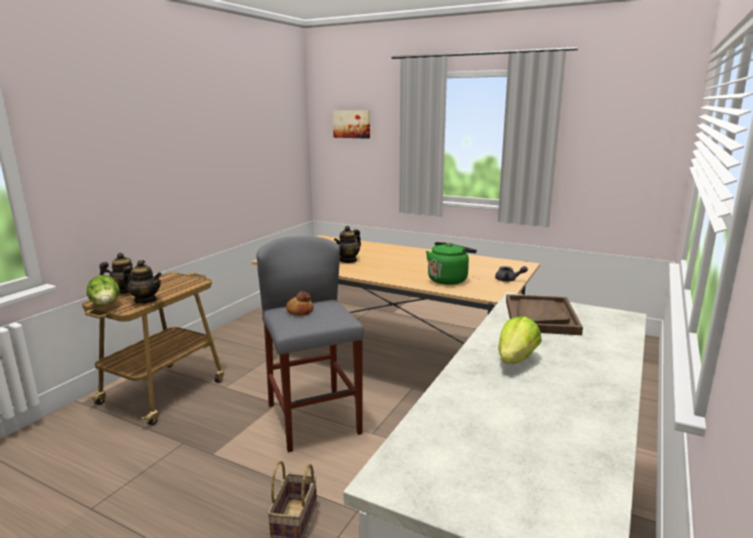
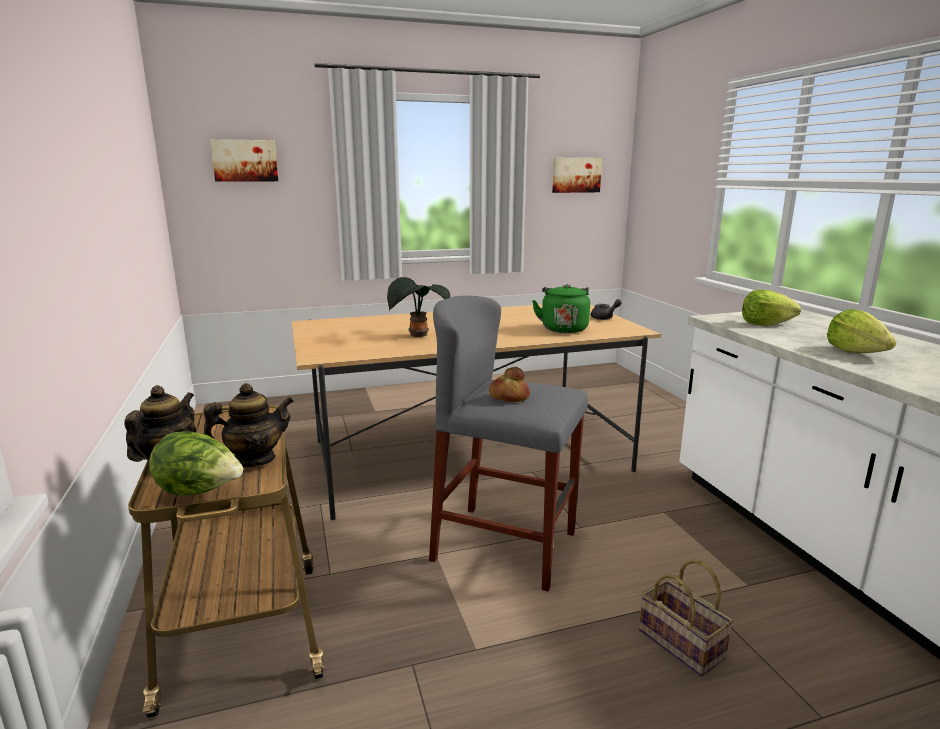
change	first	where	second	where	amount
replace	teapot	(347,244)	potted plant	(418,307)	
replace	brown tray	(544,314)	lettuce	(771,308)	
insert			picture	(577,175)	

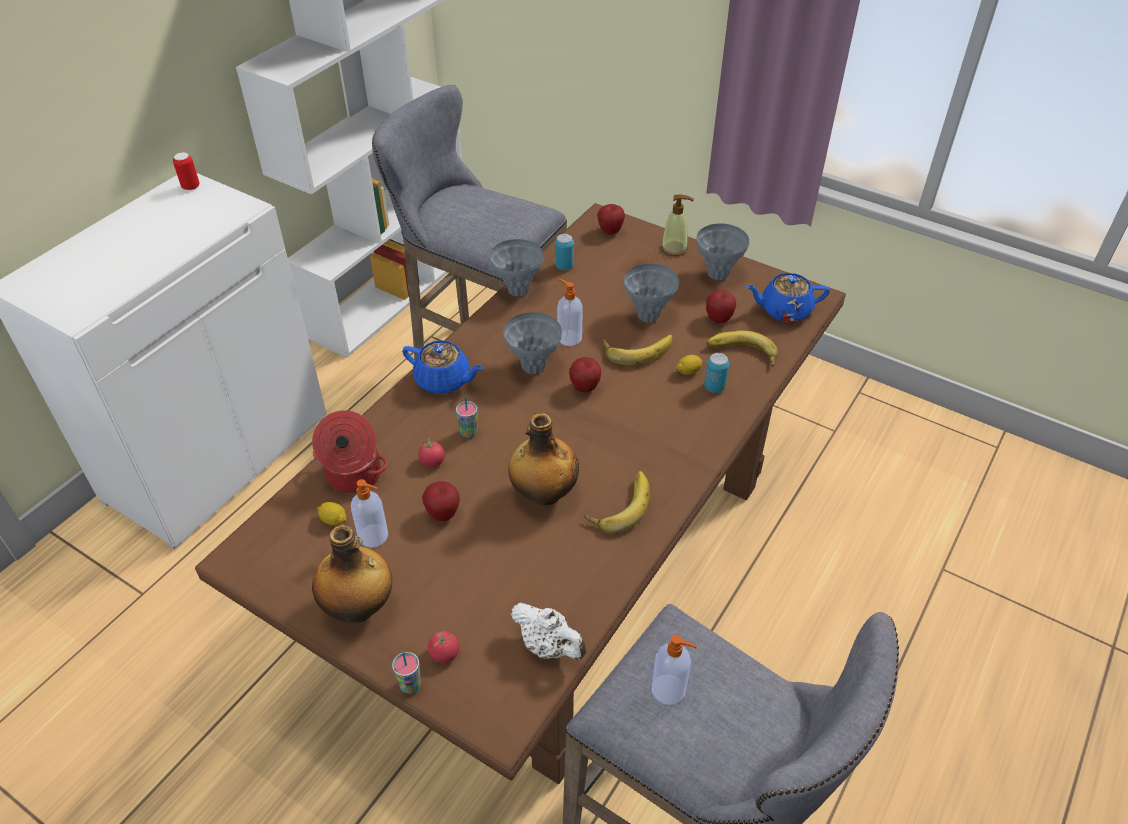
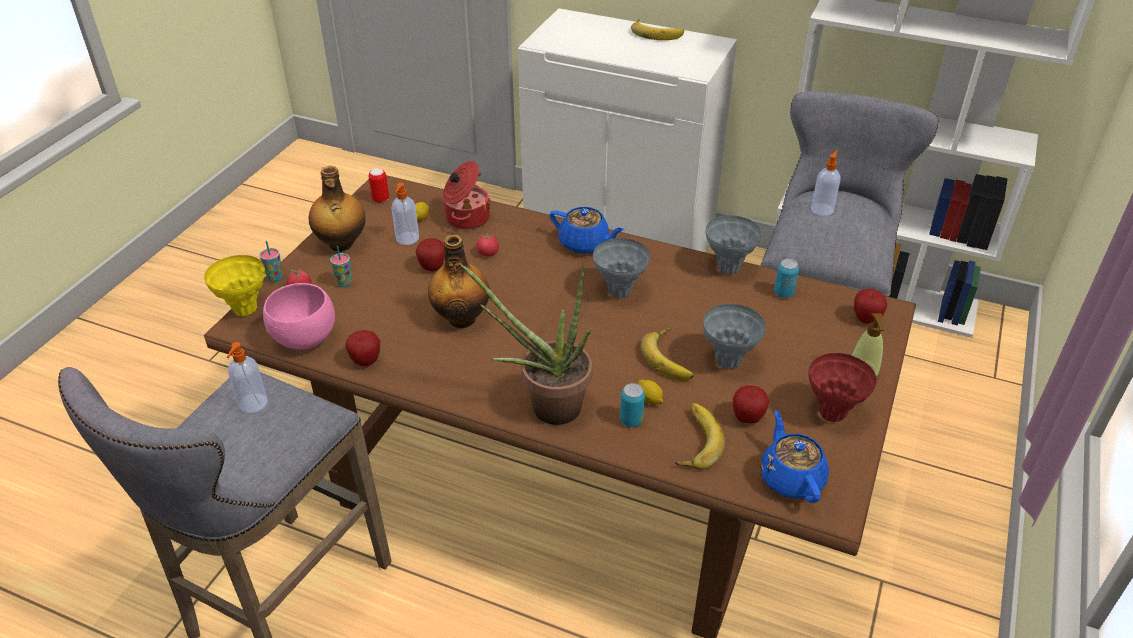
change	first	where	second	where	amount
move	can	(186,171)		(378,185)	
recolor	grey vase	(722,251)	red vase	(842,387)	
move	soap dispenser	(570,312)		(826,183)	
rotate	blue teapot	(443,367)		(587,230)	75 degrees counterclockwise
move	apple	(585,375)		(362,348)	
move	cup	(467,417)		(341,266)	
move	banana	(617,502)		(657,29)	
replace	white teapot	(548,631)	pink bowl	(299,316)	
insert			yellow vase	(234,285)	
insert			potted plant	(526,344)	

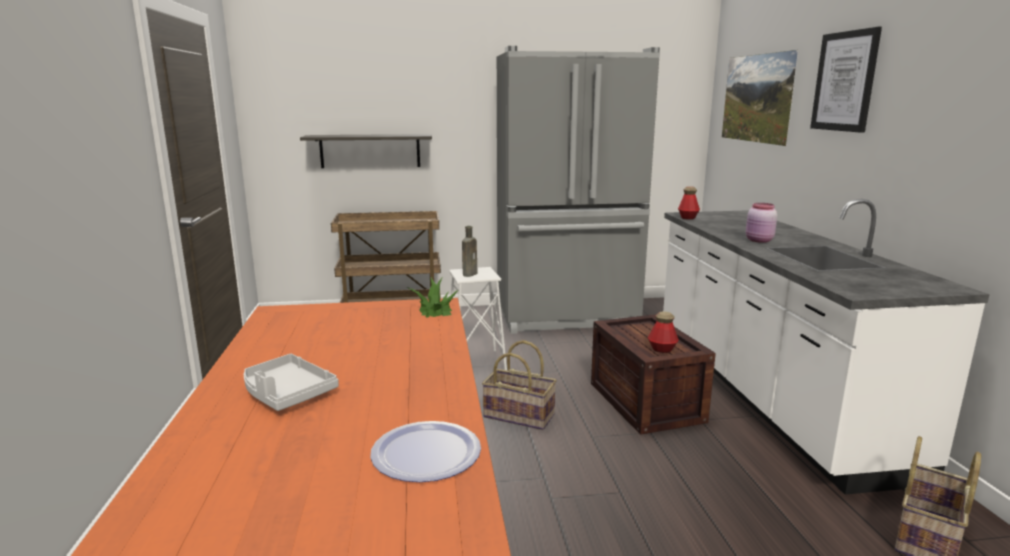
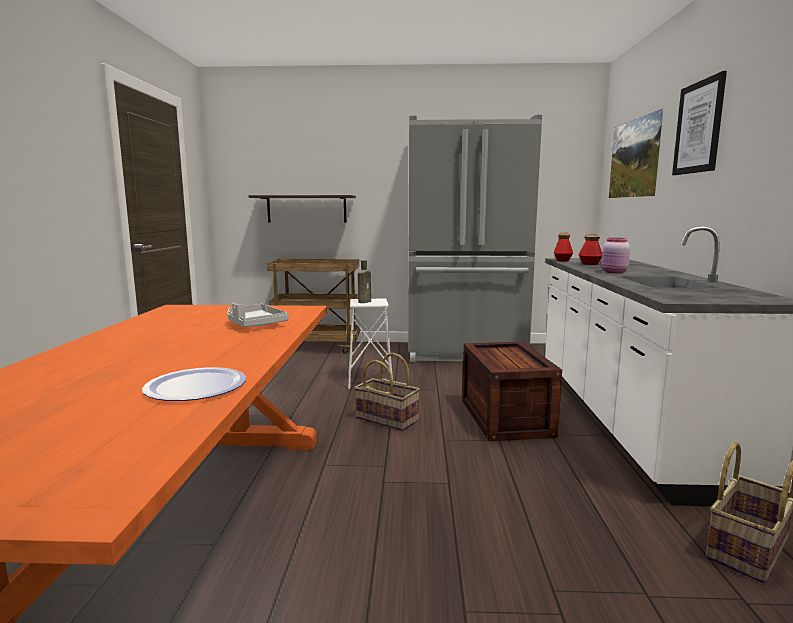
change	first	where	second	where	amount
delete	potted plant	(431,297)			
move	bottle	(663,332)		(590,249)	
move	grey tray	(291,382)		(258,315)	

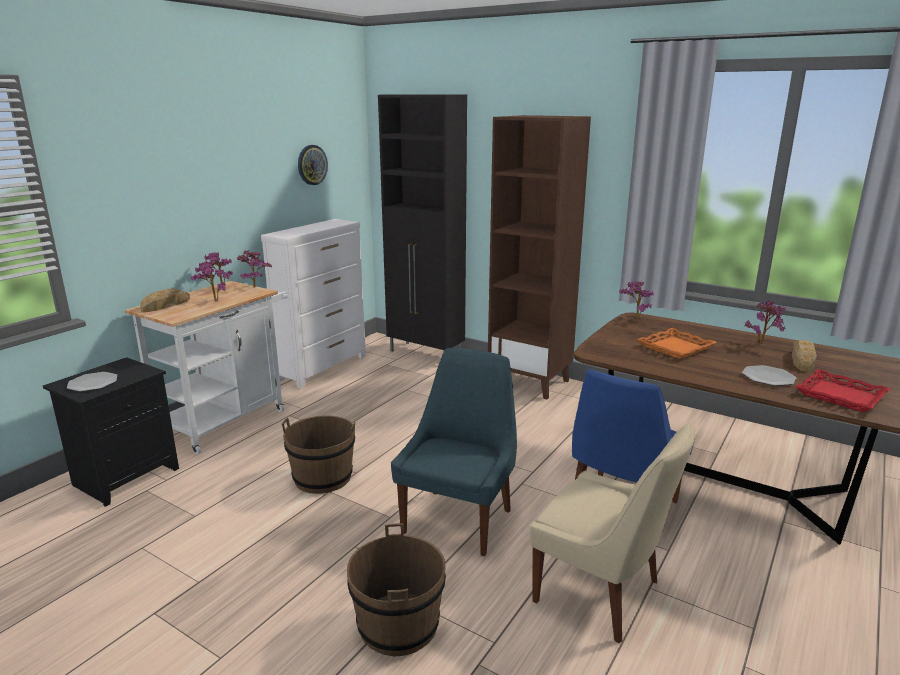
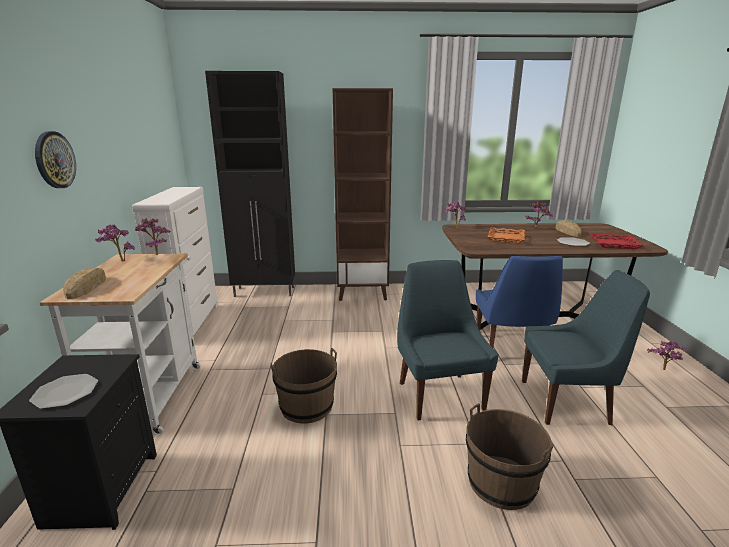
change	first	where	second	where	amount
move	wall clock	(313,165)		(55,159)	
move	potted plant	(208,282)		(666,355)	
recolor	beige chair	(612,533)	blue chair	(586,347)	

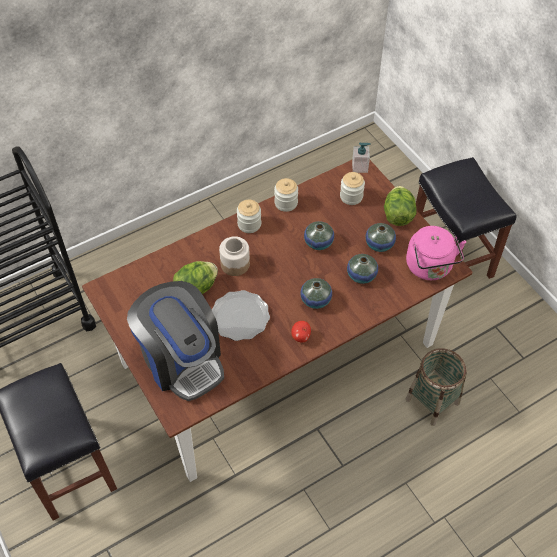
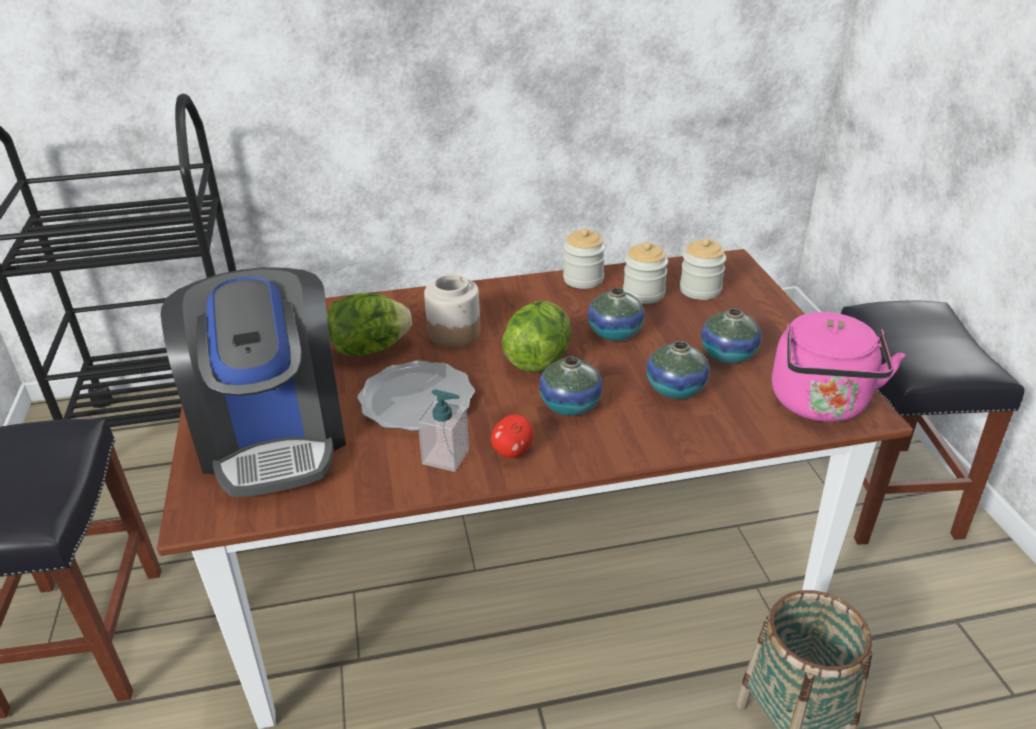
change	first	where	second	where	amount
move	soap dispenser	(361,158)		(443,430)	
move	lettuce	(400,206)		(536,336)	
move	jar	(249,216)		(645,273)	

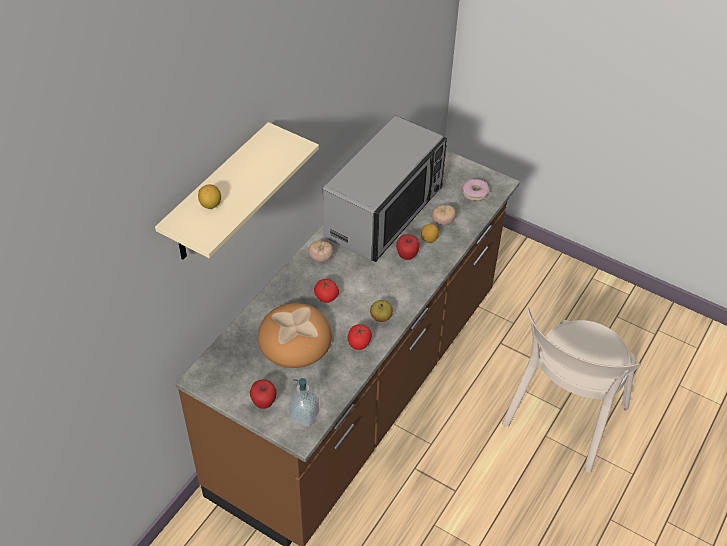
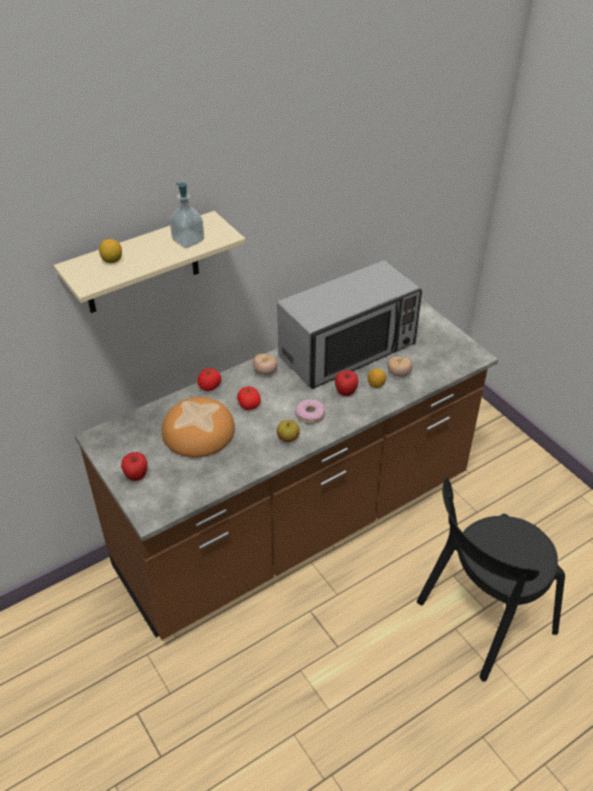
change	first	where	second	where	amount
move	donut	(475,190)		(310,411)	
recolor	beige chair	(571,390)	black chair	(491,580)	
move	tomato	(360,337)		(209,379)	
move	soap dispenser	(303,402)		(186,215)	

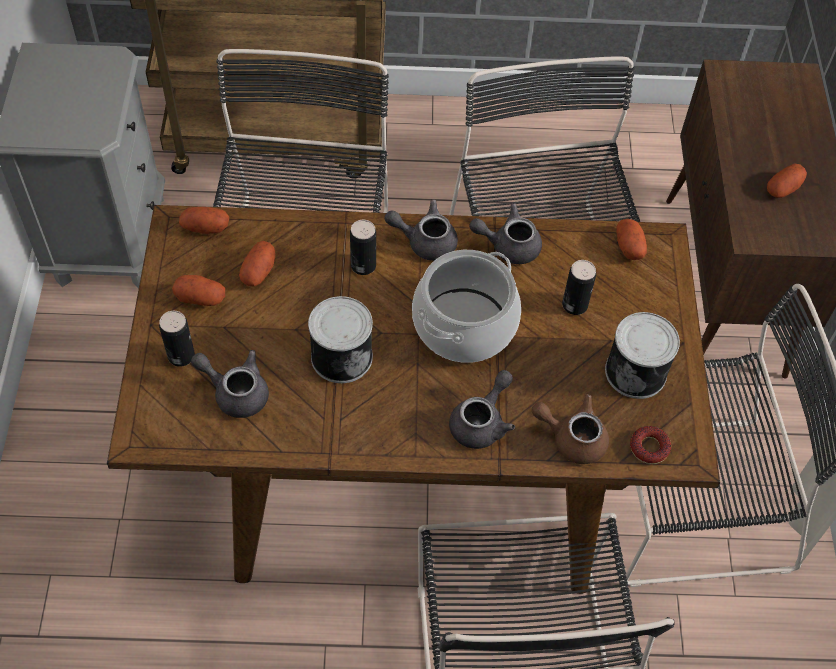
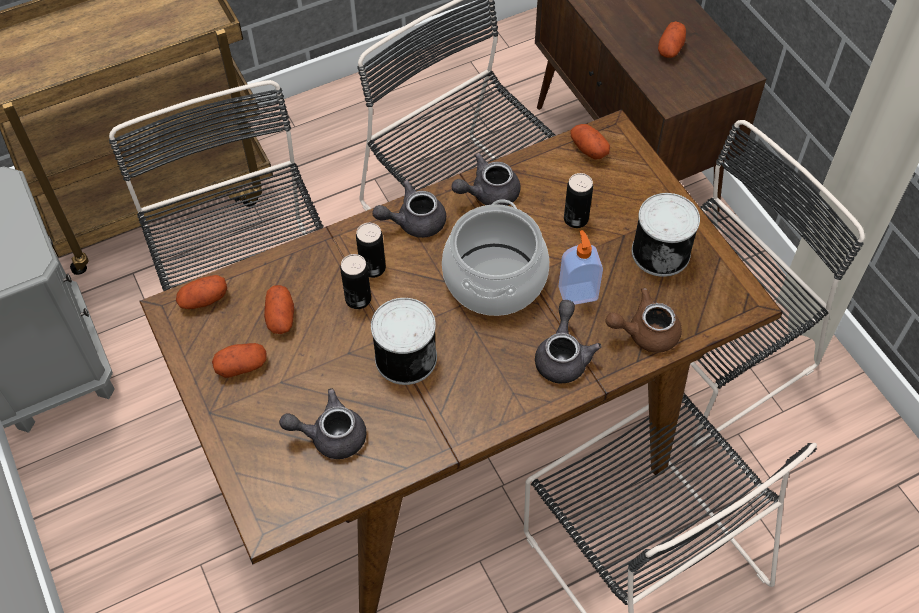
change	first	where	second	where	amount
move	can	(177,339)		(355,281)	
delete	donut	(650,445)			
insert			soap dispenser	(581,267)	

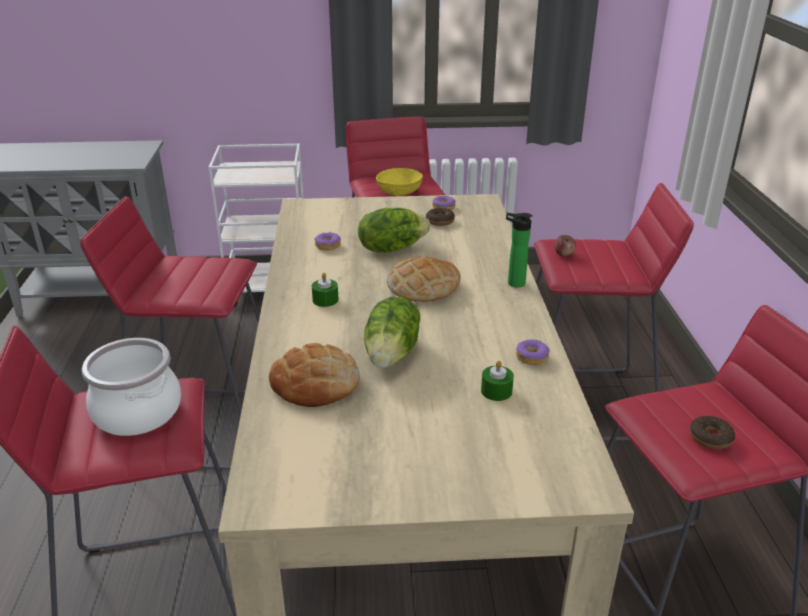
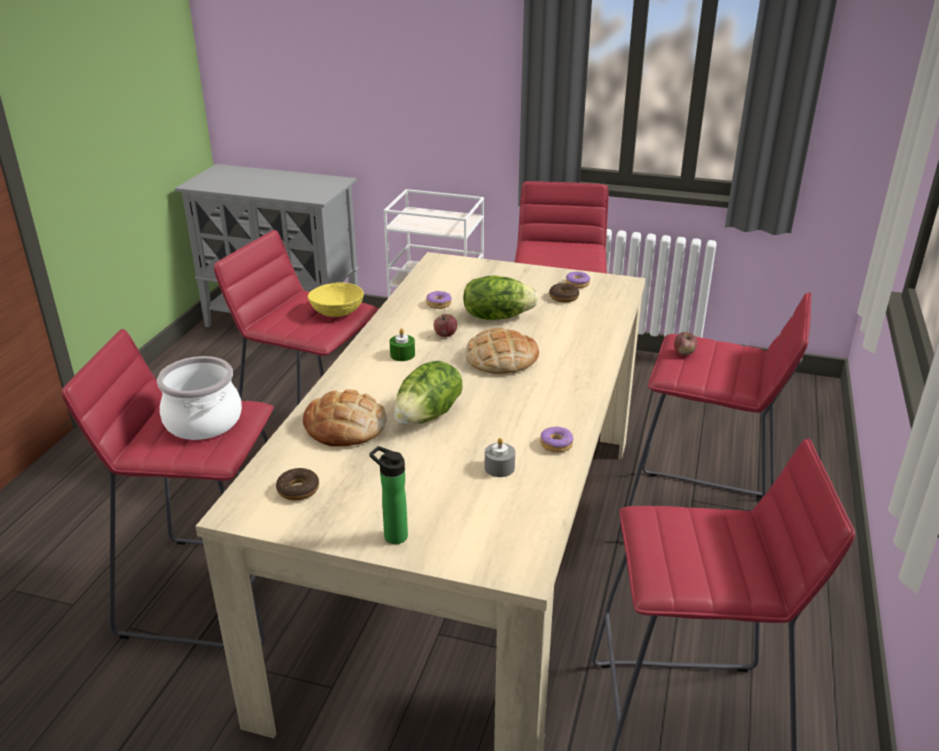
change	first	where	second	where	amount
move	yellow bowl	(399,182)		(336,299)	
move	bottle	(519,250)		(389,495)	
recolor	green candle	(497,381)	grey candle	(500,457)	
move	donut	(712,432)		(297,484)	
insert			apple	(445,325)	

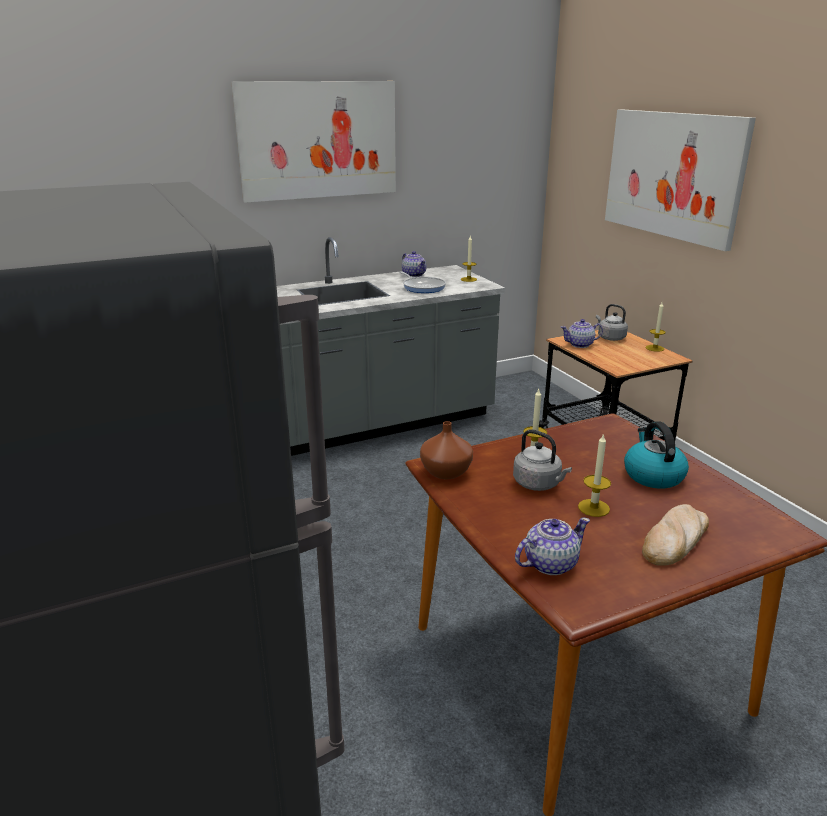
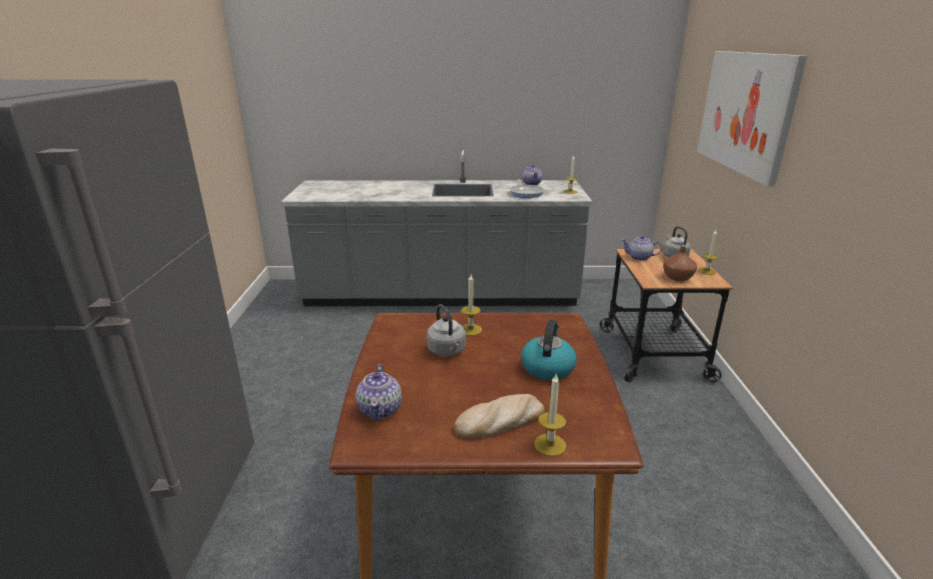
change	first	where	second	where	amount
delete	picture	(313,142)			
move	brown vase	(446,450)		(680,263)	
move	candle	(594,475)		(550,415)	
rotate	teapot	(552,546)		(379,392)	90 degrees clockwise

